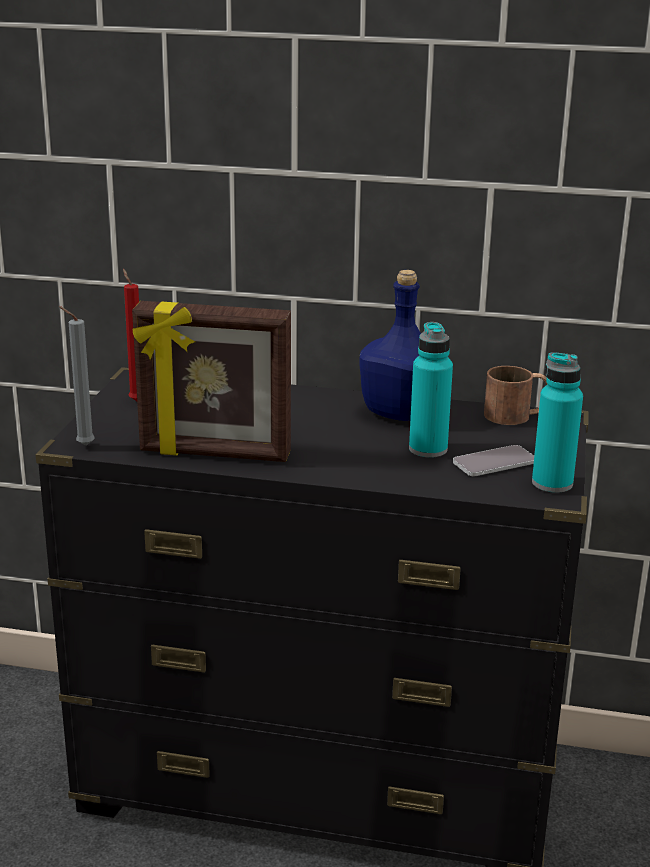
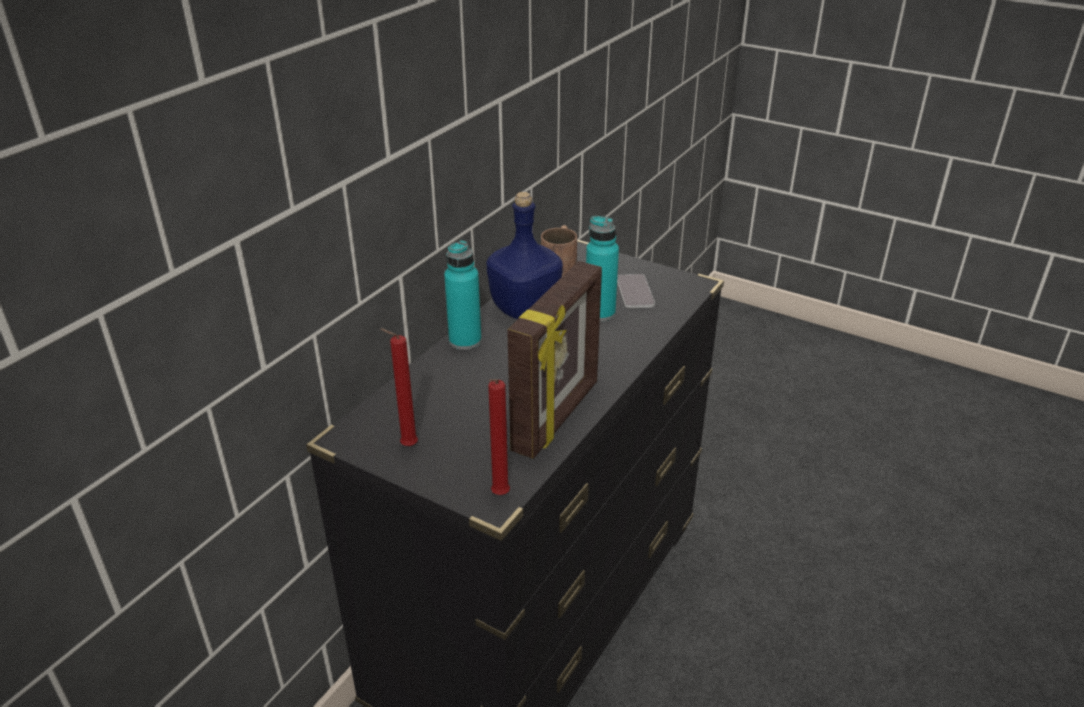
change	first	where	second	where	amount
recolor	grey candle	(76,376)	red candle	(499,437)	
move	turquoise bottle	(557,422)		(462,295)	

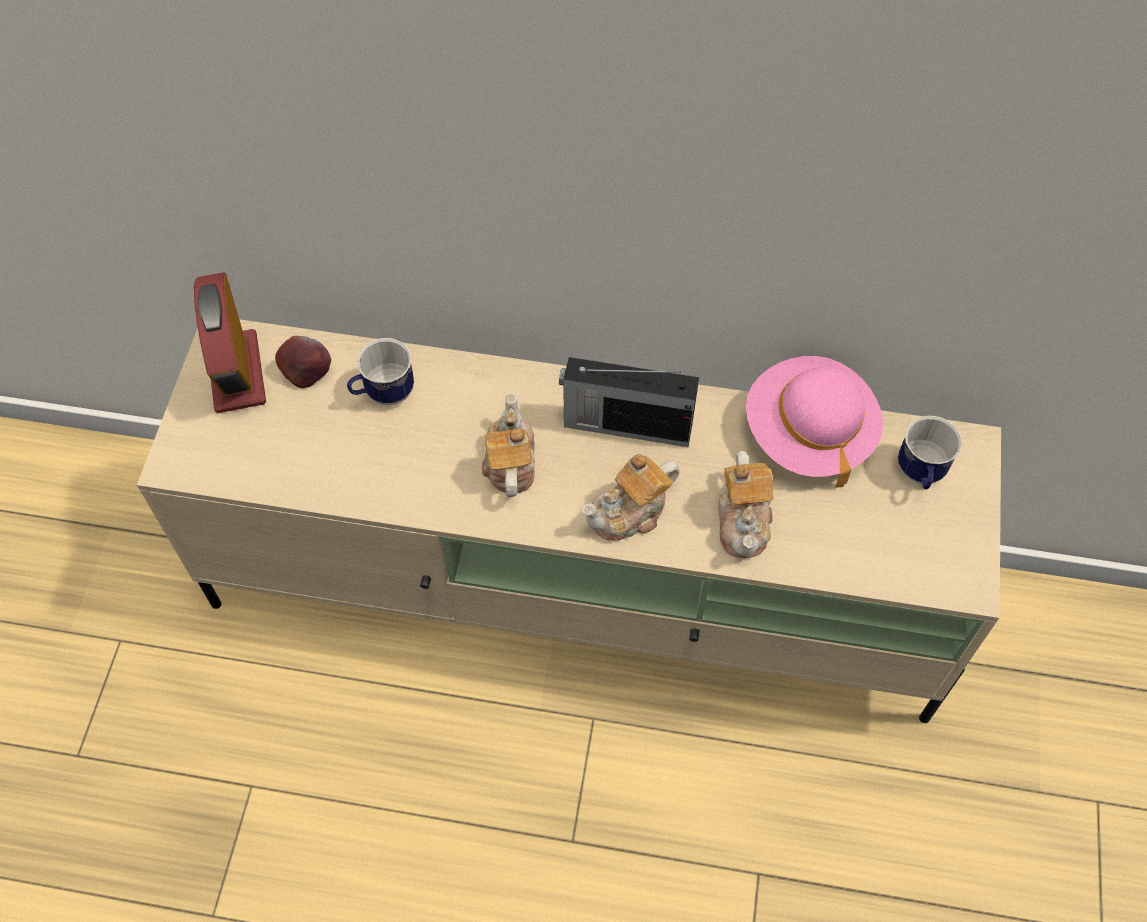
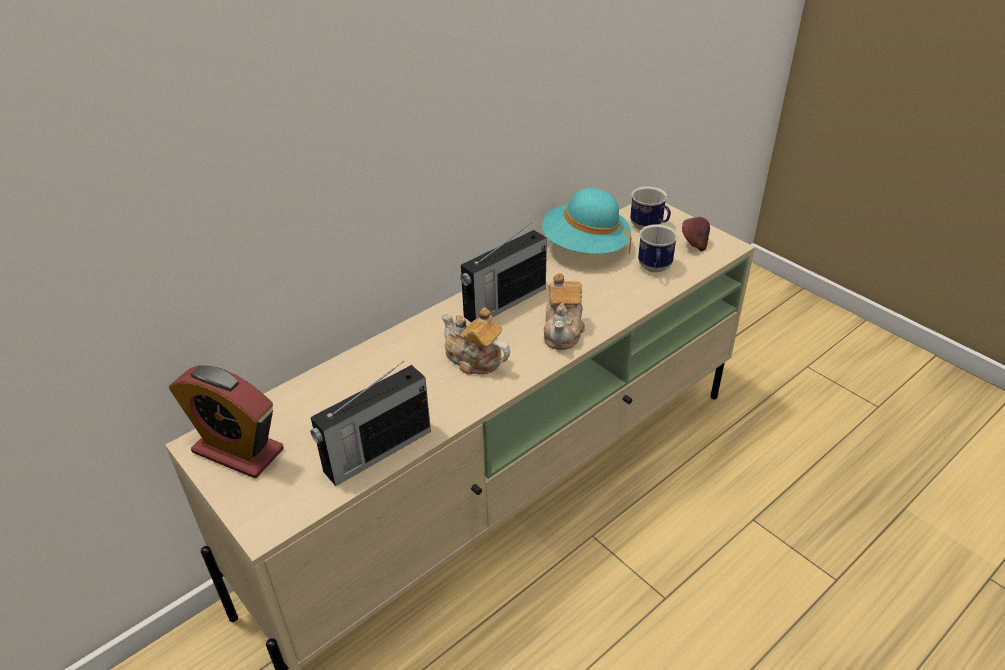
change	first	where	second	where	amount
move	apple	(303,362)		(696,234)	
move	mug	(380,371)		(658,249)	
recolor	pink hat	(814,421)	turquoise hat	(586,221)	
delete	teapot	(745,504)			
insert			radio	(371,423)	

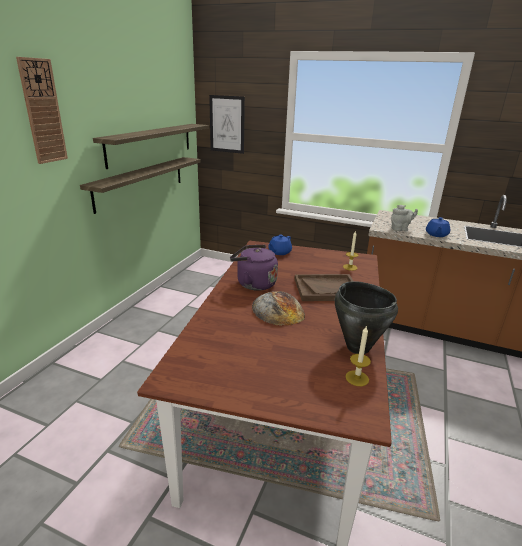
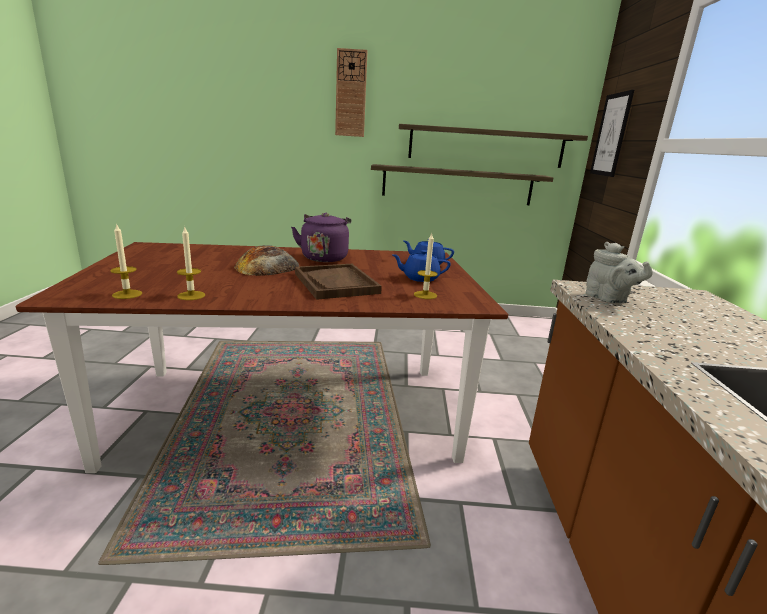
change	first	where	second	where	amount
move	blue teapot	(438,227)		(421,266)	
replace	black cooking pot	(366,317)	candle	(191,263)	

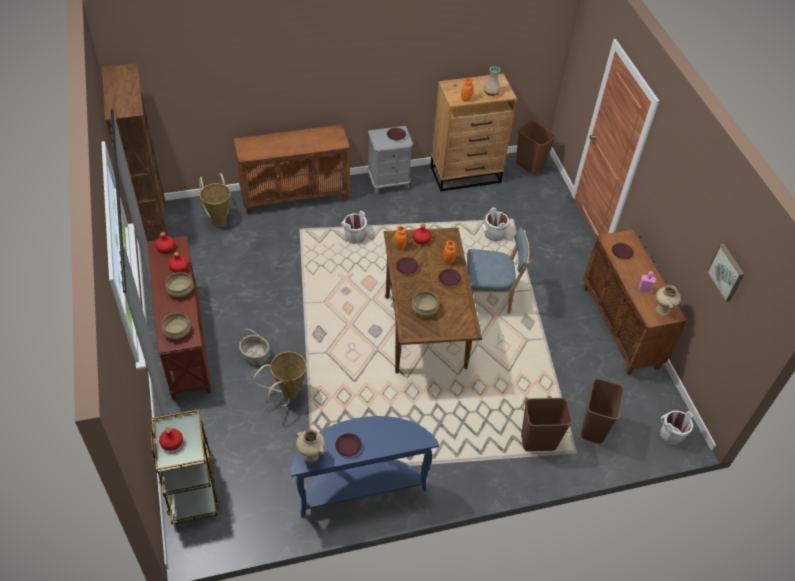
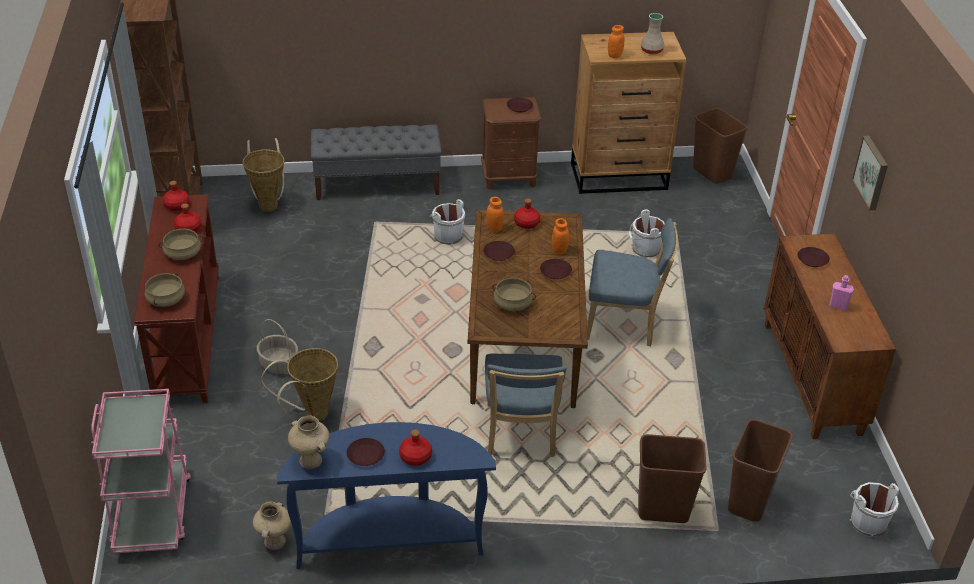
change	first	where	second	where	amount
replace	brown cabinet	(292,170)	grey bench	(376,162)	
recolor	grey nightstand	(390,160)	brown nightstand	(511,143)	
move	picture	(725,273)		(870,173)	
move	beige vase	(668,300)		(272,525)	
recolor	brown cart	(184,466)	pink cart	(141,471)	
move	red bottle	(171,439)		(415,447)	
insert			blue chair	(526,405)	

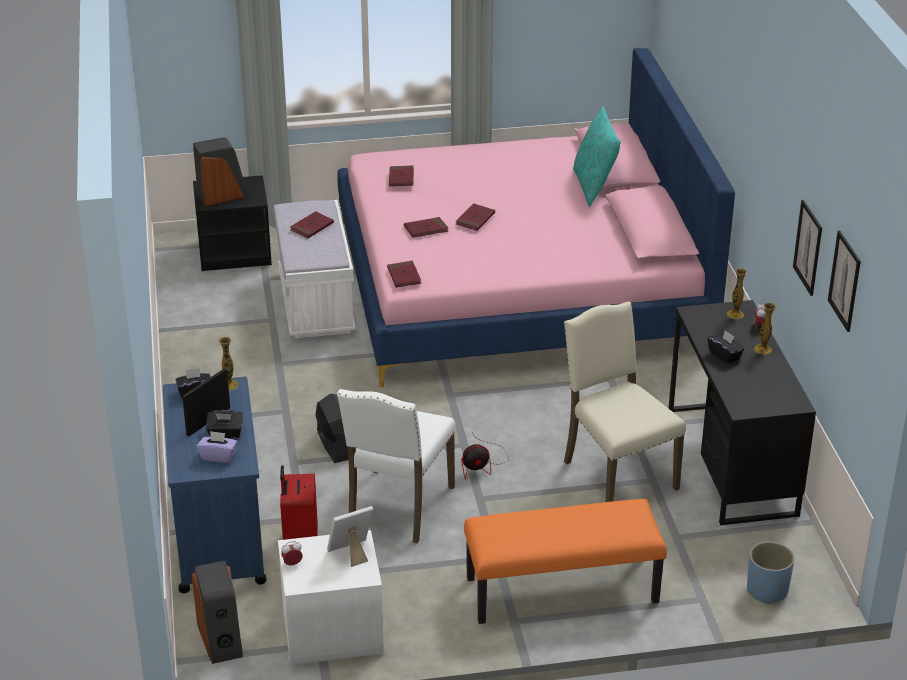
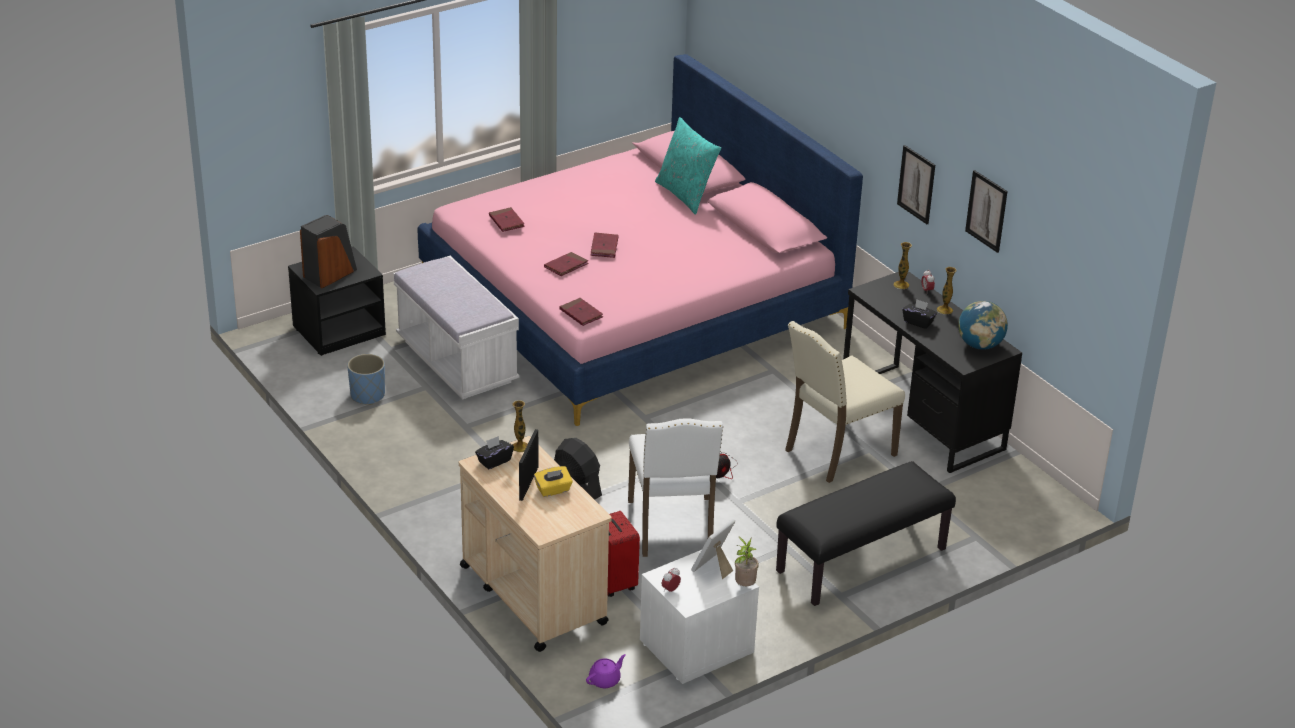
change	first	where	second	where	amount
delete	red book	(312,225)			
move	picture	(844,281)		(916,184)	
rotate	beige chair	(625,401)		(845,402)	75 degrees counterclockwise
recolor	blue cart	(214,485)	beige cart	(535,544)	
recolor	black tissue box	(225,424)	yellow tissue box	(553,481)	
delete	purple tissue box	(217,447)			
recolor	orange bench	(565,561)	black bench	(866,533)	
move	blue planter	(771,572)		(366,379)	
replace	speaker	(217,612)	purple teapot	(606,671)	
insert			globe	(983,325)	
insert			potted plant	(746,561)	

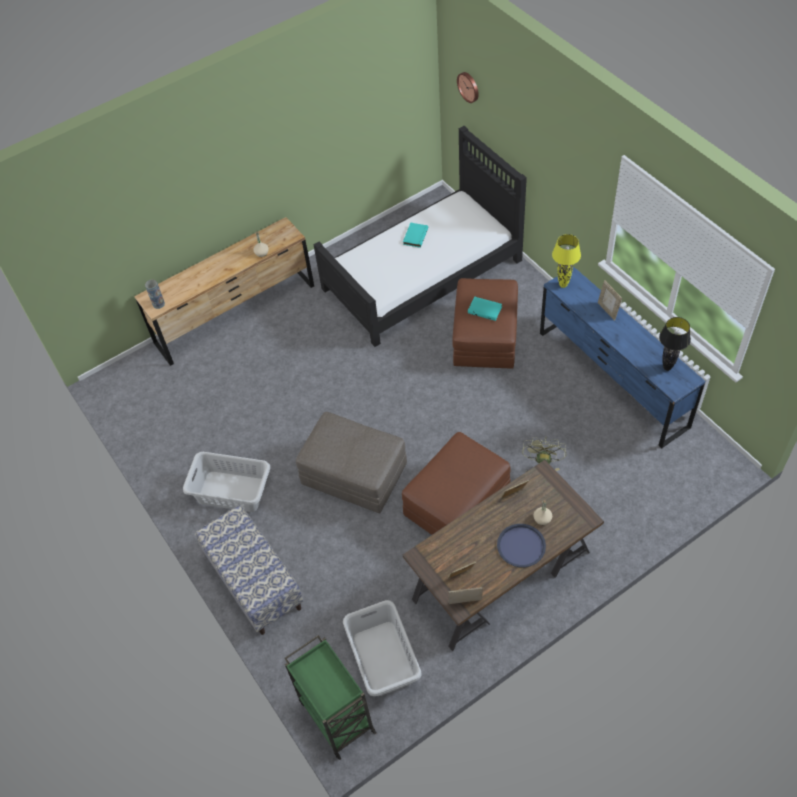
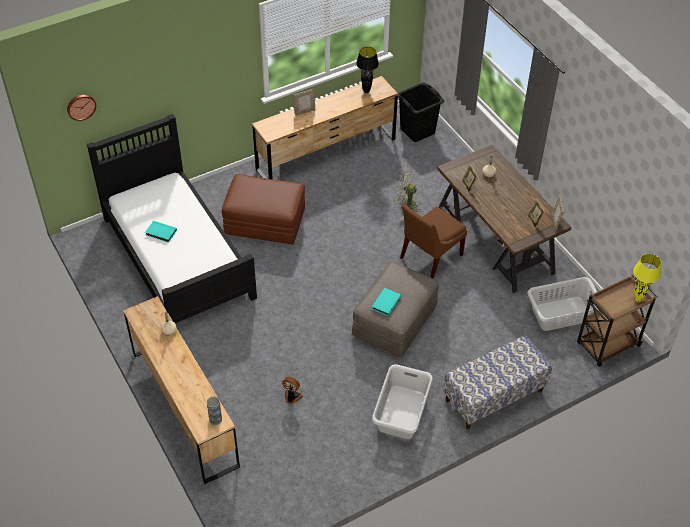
change	first	where	second	where	amount
move	yellow table lamp	(566,261)		(647,278)	
recolor	blue dresser	(622,357)	brown dresser	(325,127)	
move	turquoise book	(485,309)		(386,302)	
replace	brown ottoman	(456,483)	brown chair	(433,241)	
delete	blue tray	(521,545)			
recolor	green cart	(330,697)	brown cart	(617,321)	
insert			black laundry basket	(421,112)	
insert			fan	(292,390)	

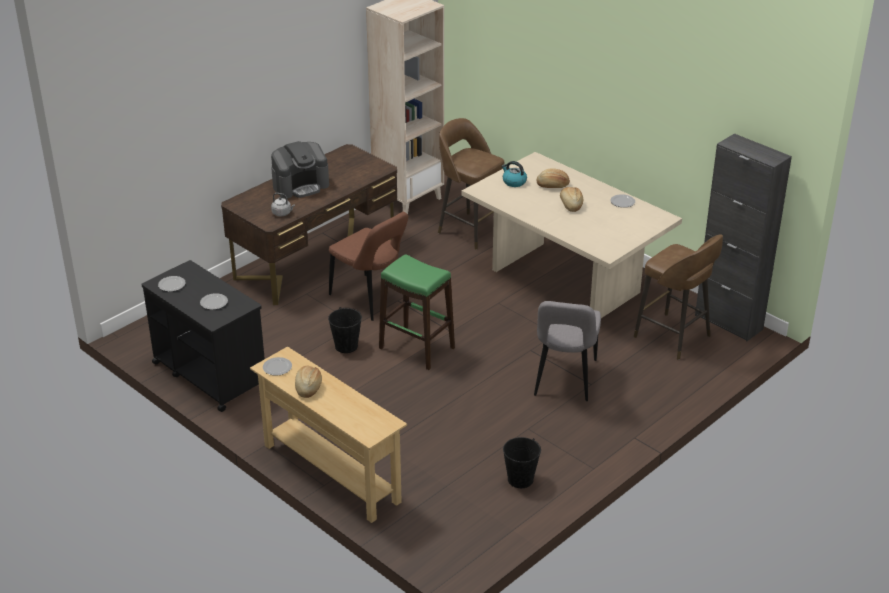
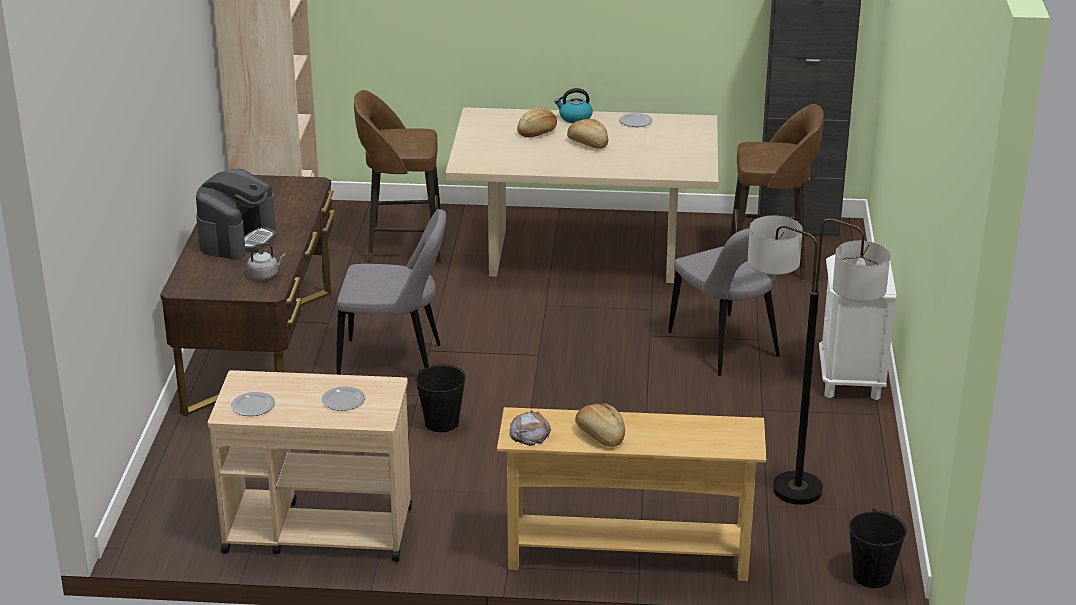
change	first	where	second	where	amount
move	kettle	(514,174)		(573,105)	
recolor	brown chair	(368,266)	grey chair	(391,292)	
delete	green stool	(417,312)			
recolor	black cart	(203,336)	beige cart	(310,466)	
replace	plate	(277,366)	bread	(531,428)	
move	black bucket	(522,462)		(878,548)	
insert			floor lamp	(819,360)	
insert			white nightstand	(857,327)	

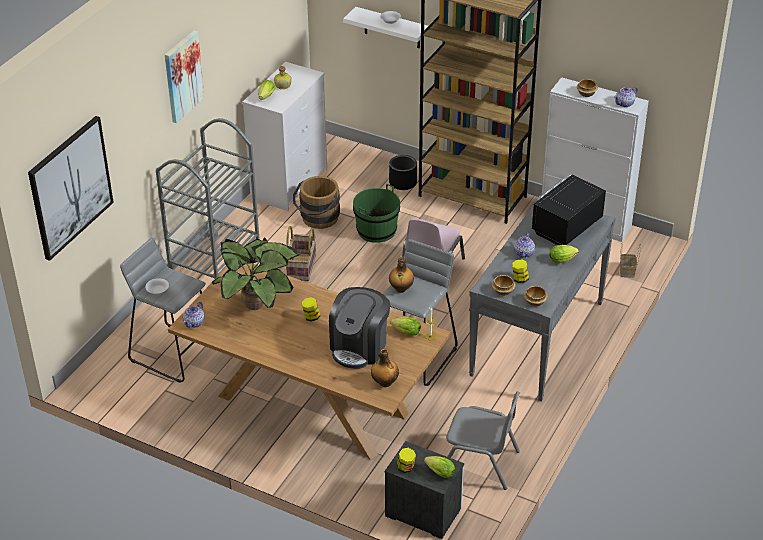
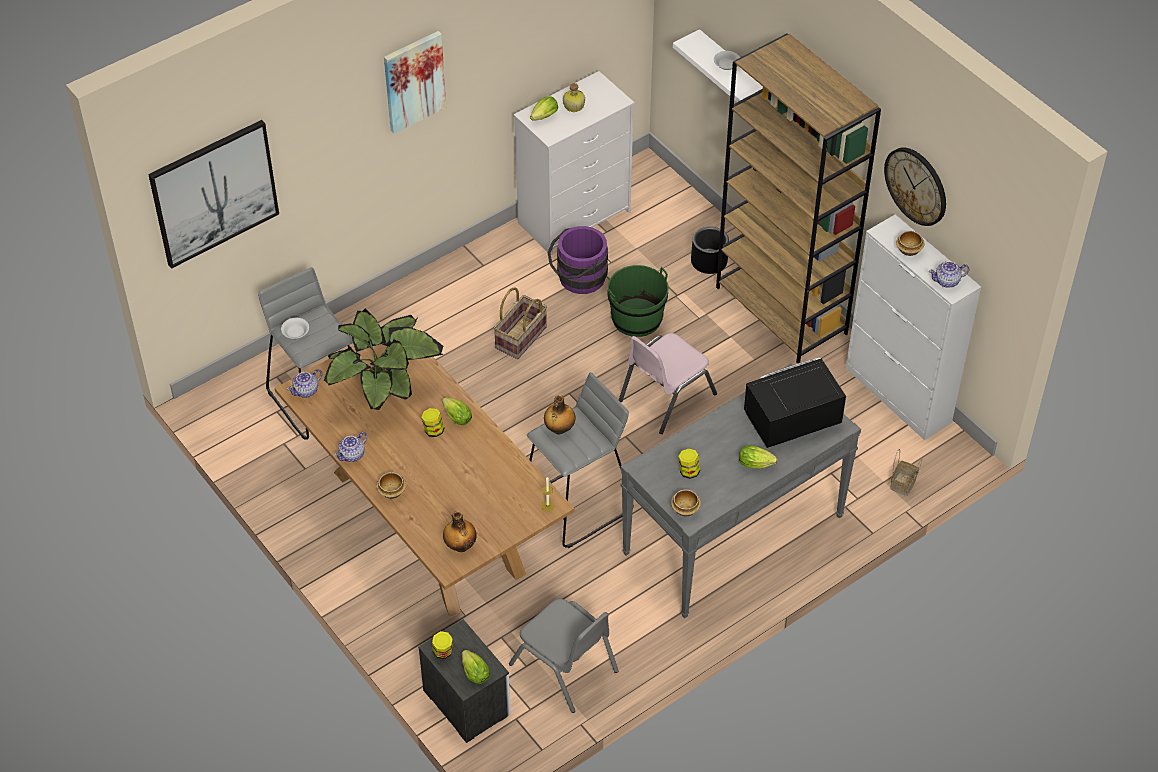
change	first	where	second	where	amount
delete	grey cart	(207,198)			
recolor	brown bucket	(316,202)	purple bucket	(577,260)	
move	teapot	(524,245)		(351,447)	
move	bowl	(503,285)		(391,485)	
delete	coffee machine	(359,328)			
move	lettuce	(405,326)		(457,411)	
insert			wall clock	(915,186)	

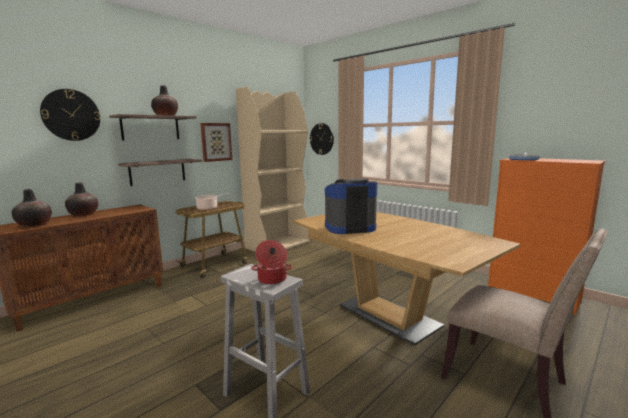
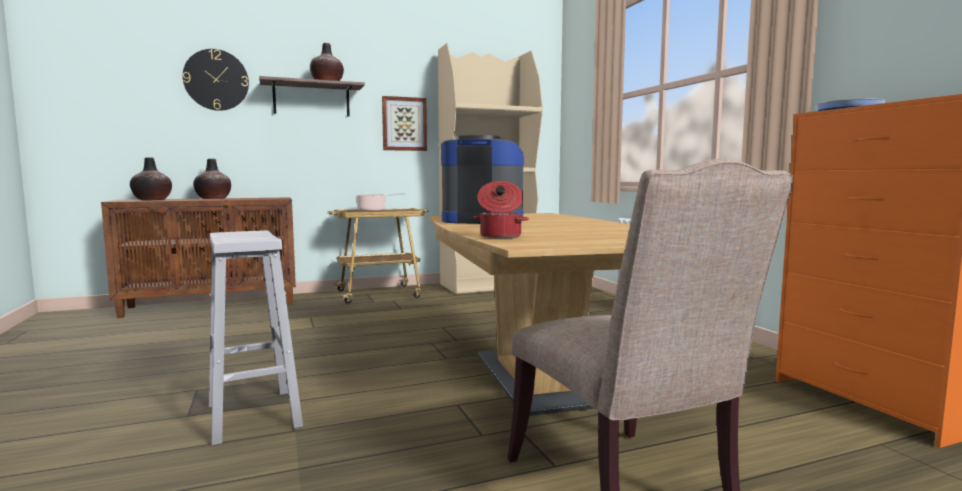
change	first	where	second	where	amount
delete	wall clock	(321,139)			
delete	shelf	(160,172)			
move	cooking pot	(271,262)		(501,209)	

